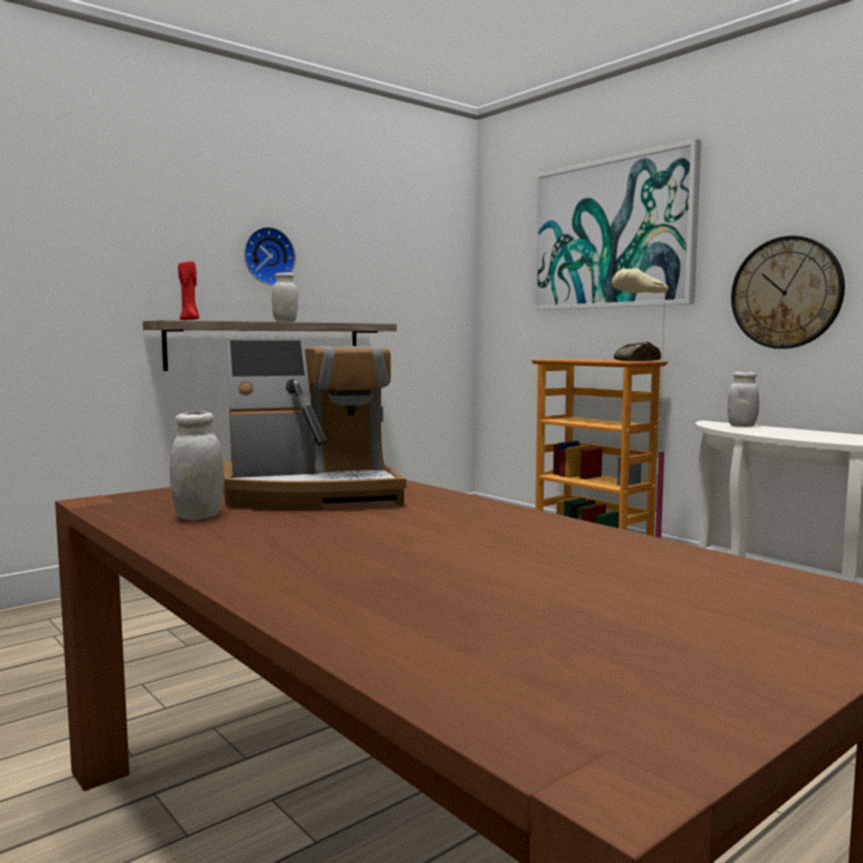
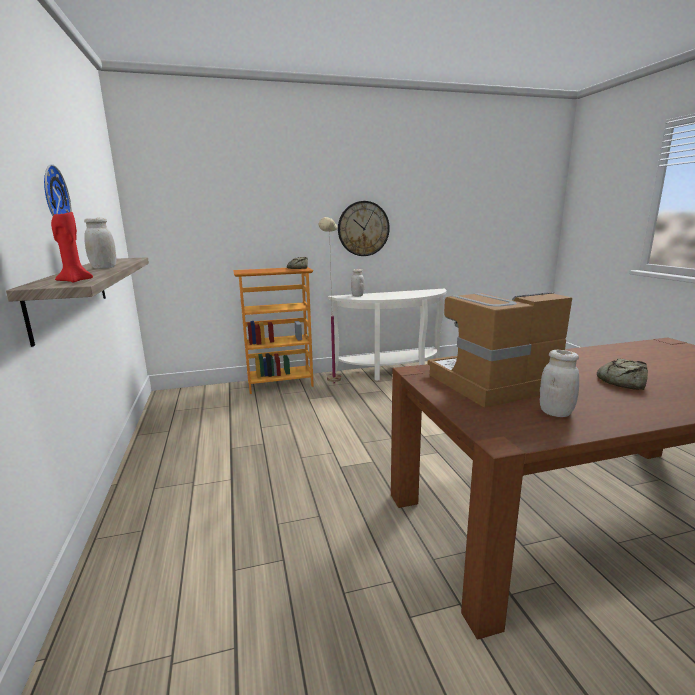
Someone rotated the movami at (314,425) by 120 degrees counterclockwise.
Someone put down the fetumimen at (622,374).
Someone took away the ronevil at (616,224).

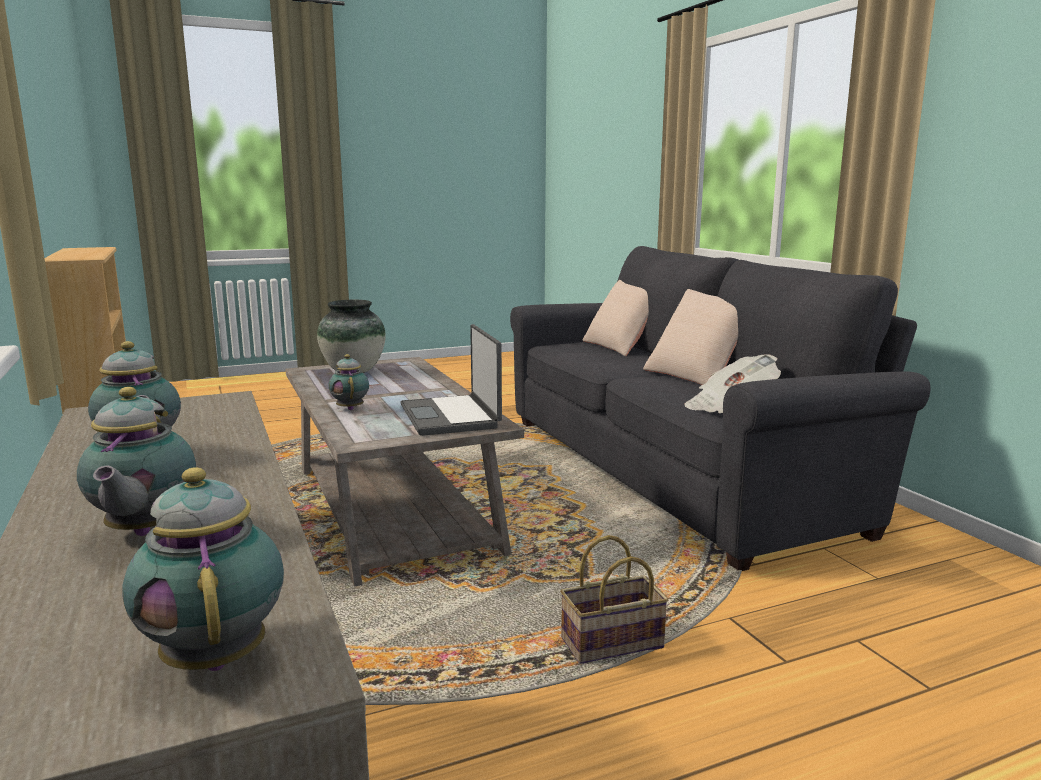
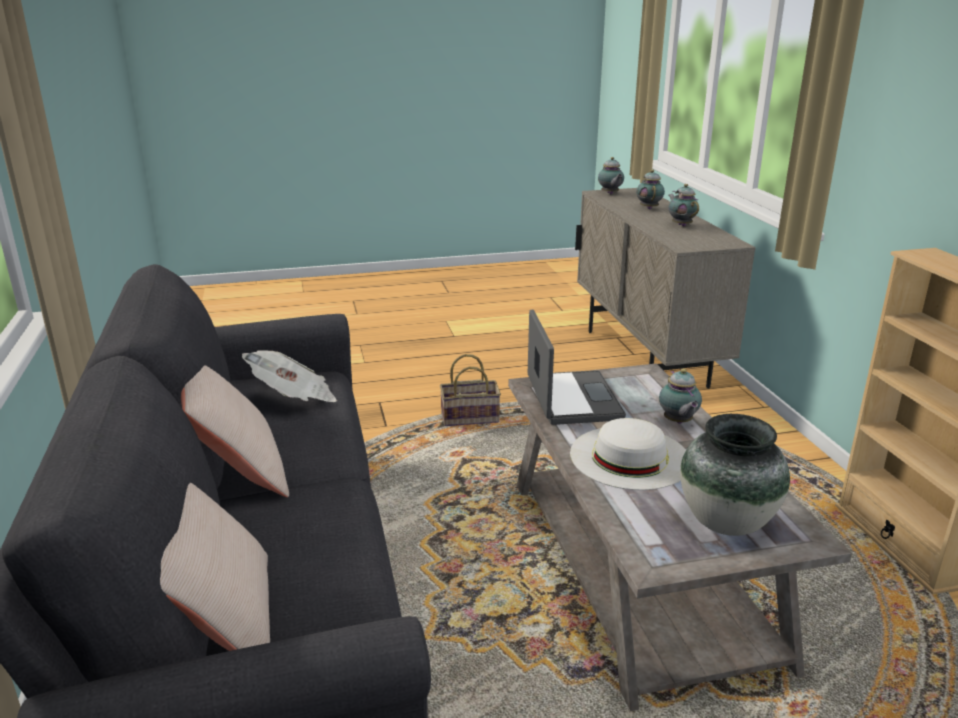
Someone put down the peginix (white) at (628,454).

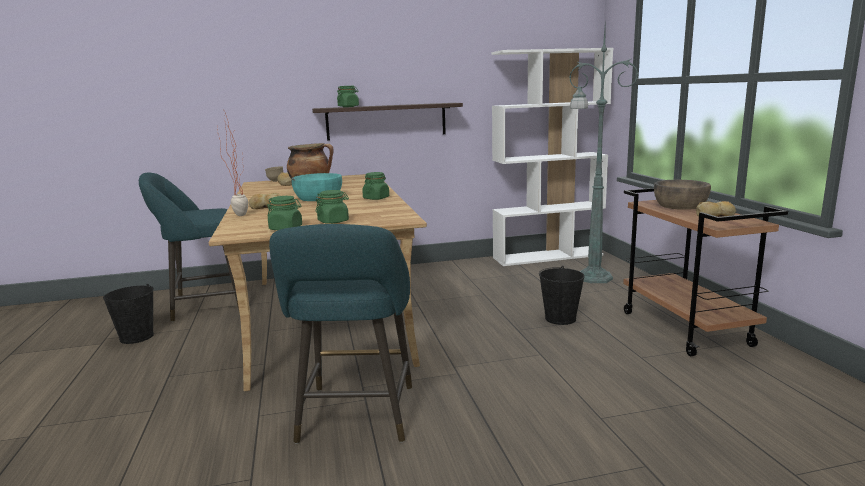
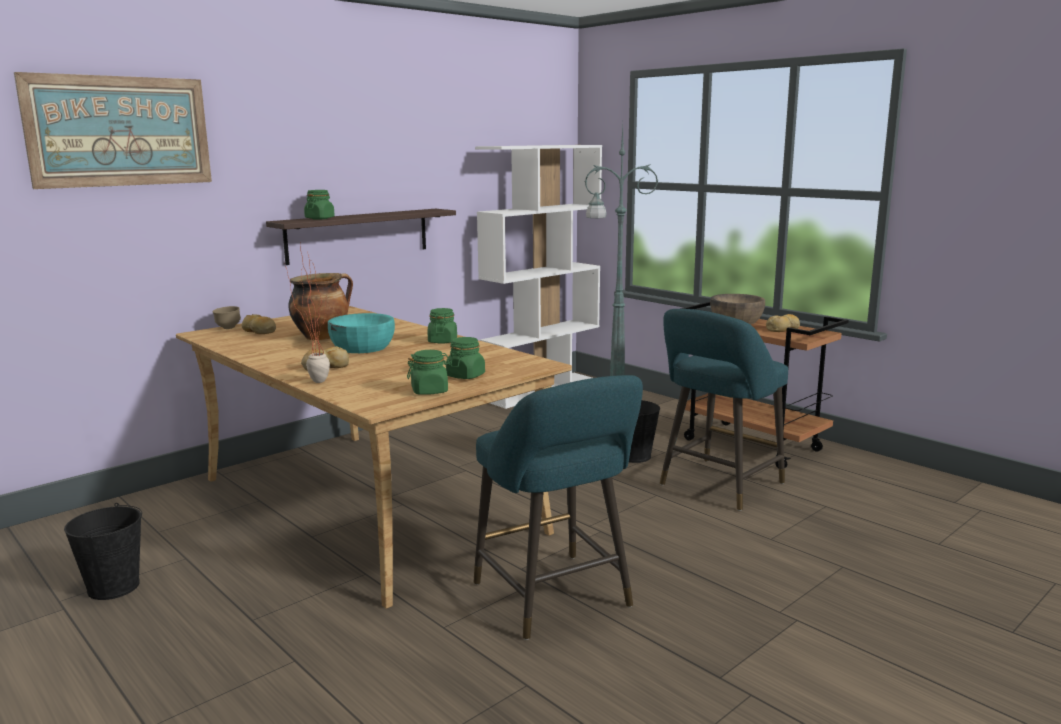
Someone put up the ronevil at (113,130).
Someone carried the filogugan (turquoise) from (189,247) to (724,410).

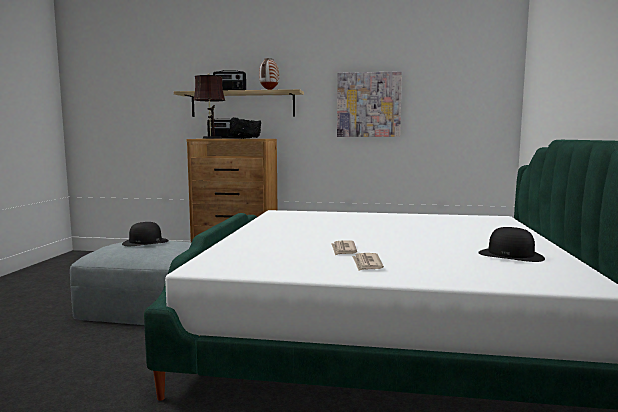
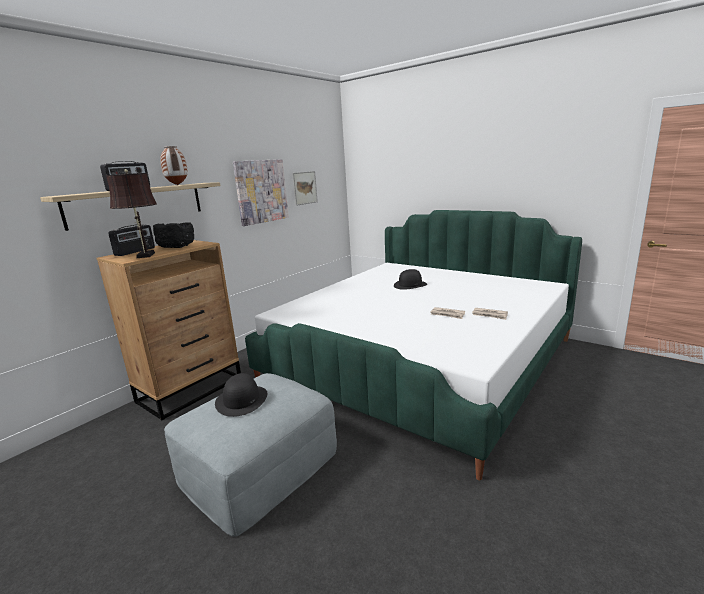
Someone put up the ronevil at (305,188).
Someone carried the peginix (black) from (511,244) to (410,279).

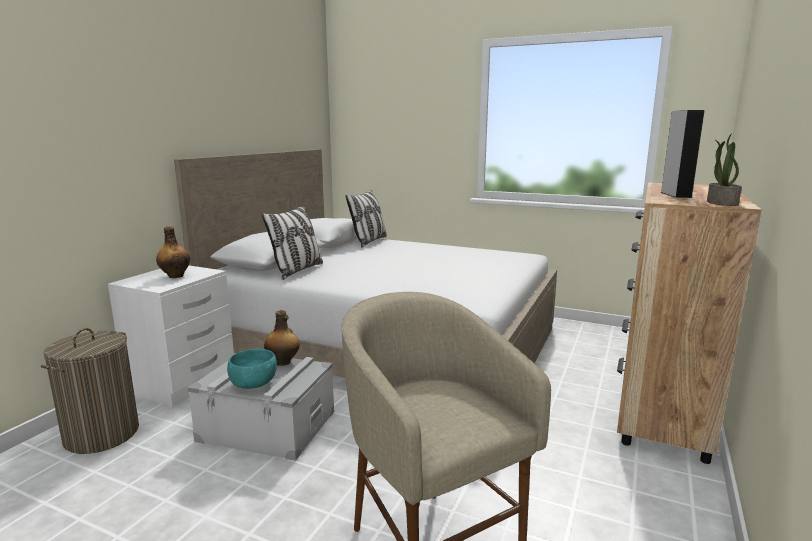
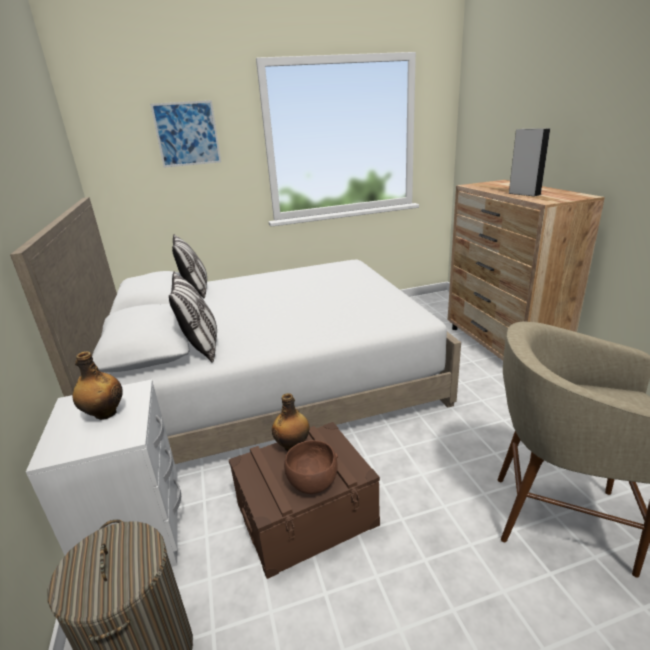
Someone put up the ronevil at (185,134).
Someone repainted the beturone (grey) at (261,406), which became the beturone (brown) at (304,500).
Someone repainted the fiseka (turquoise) at (252,369), which became the fiseka (brown) at (311,467).
Someone took away the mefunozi at (724,169).

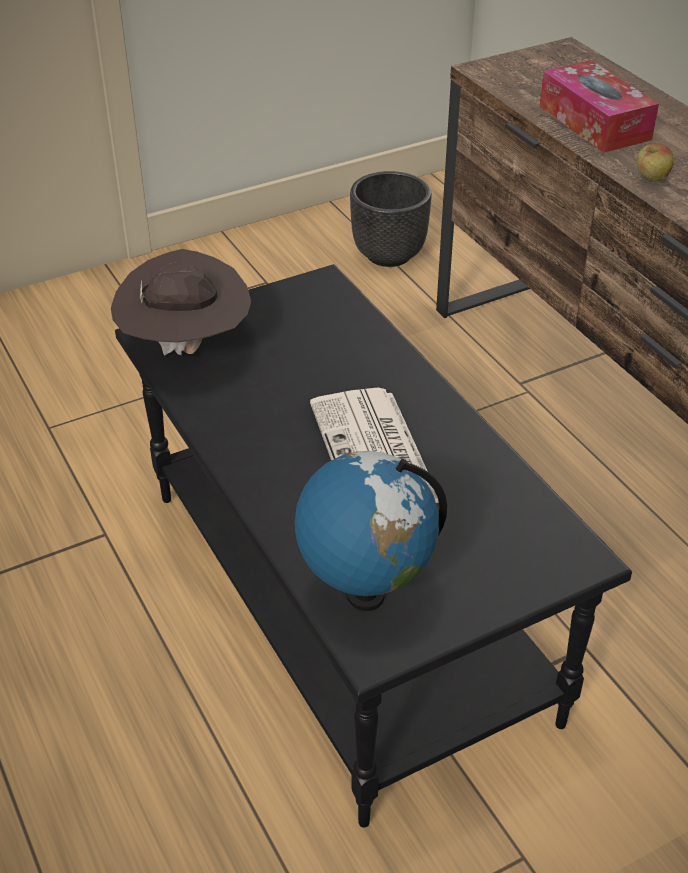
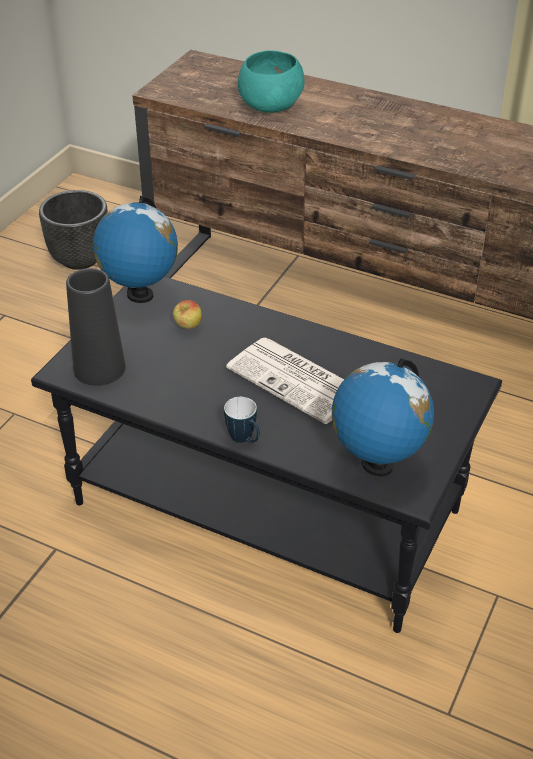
Someone swapped the peginix (brown) at (181,302) for the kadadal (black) at (96,327).
Someone put down the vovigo at (135,249).
Someone carried the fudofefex from (655,162) to (187,314).
Someone put down the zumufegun at (242,420).
Someone swapped the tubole at (599,106) for the fiseka (turquoise) at (271,81).

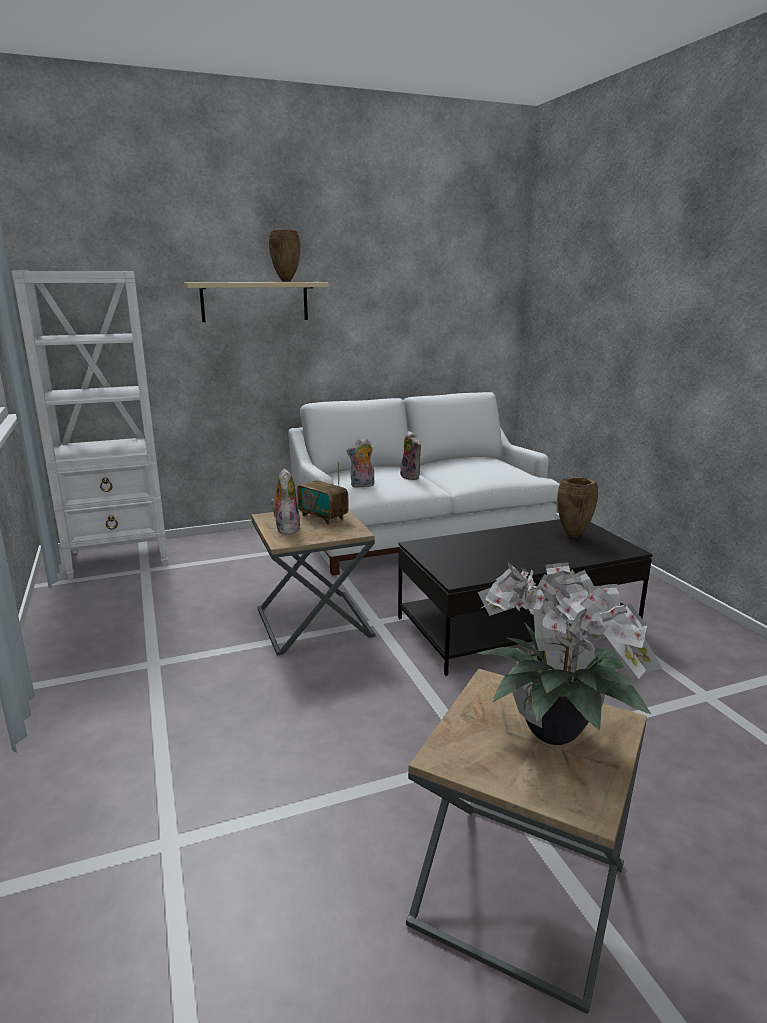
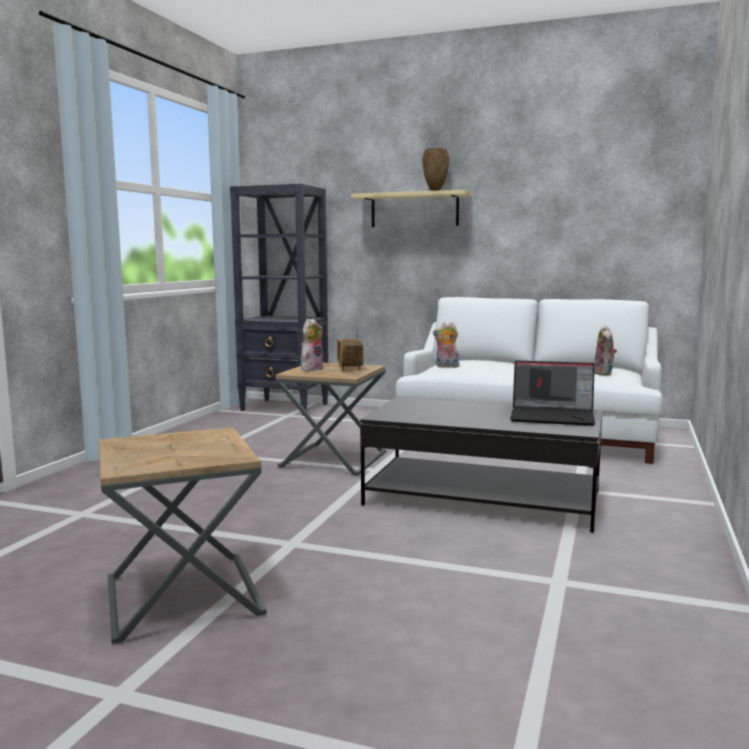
Someone repainted the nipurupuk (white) at (90,425), which became the nipurupuk (black) at (279,300).
Someone swapped the kadadal (brown) at (577,507) for the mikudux at (552,393).
Someone carried the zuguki from (410,455) to (605,350).
Someone took away the mefunozi at (568,653).

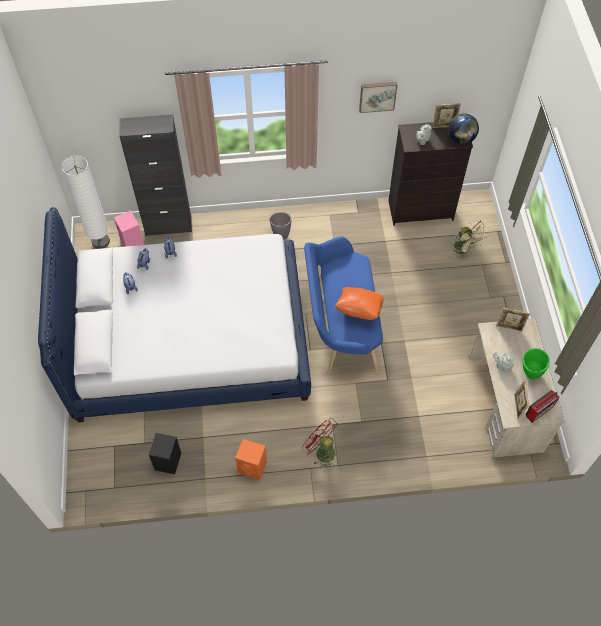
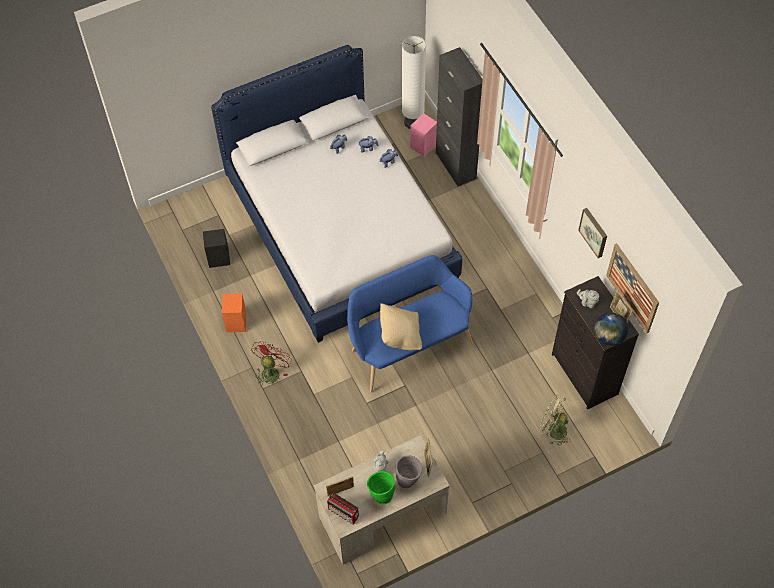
Someone repainted the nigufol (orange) at (359,303), which became the nigufol (beige) at (401,326).
Someone carried the kadadal (grey) from (280,226) to (409,471).
Someone rotated the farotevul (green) at (470,239) by 75 degrees clockwise.
Someone put up the ronevil at (632,288).

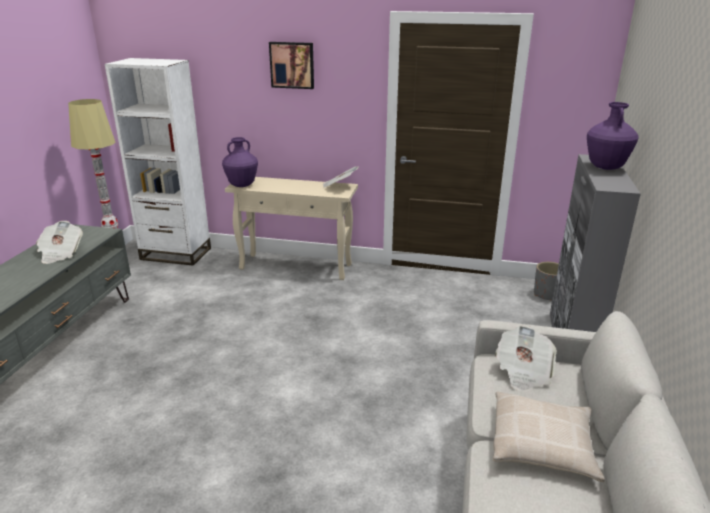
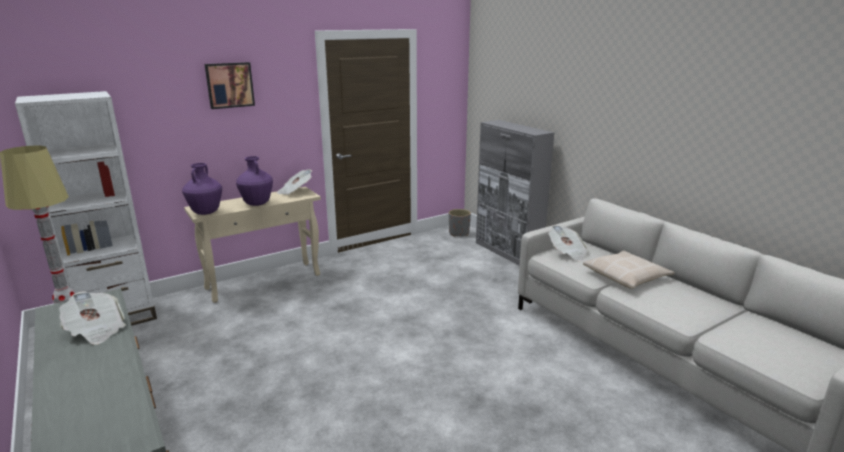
Someone carried the kadadal (purple) from (613,136) to (254,181).

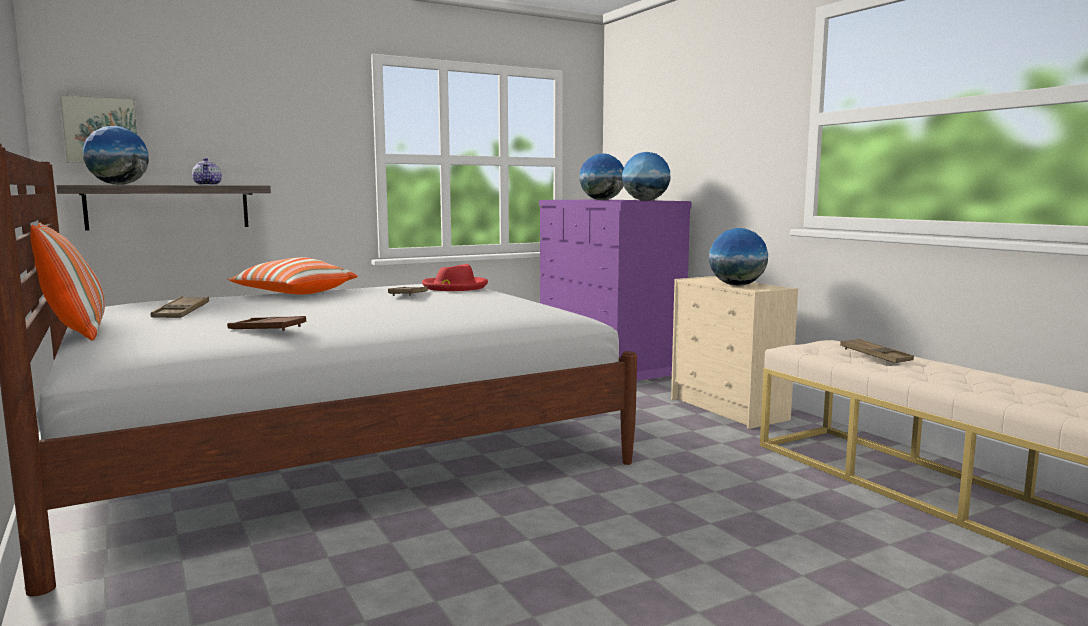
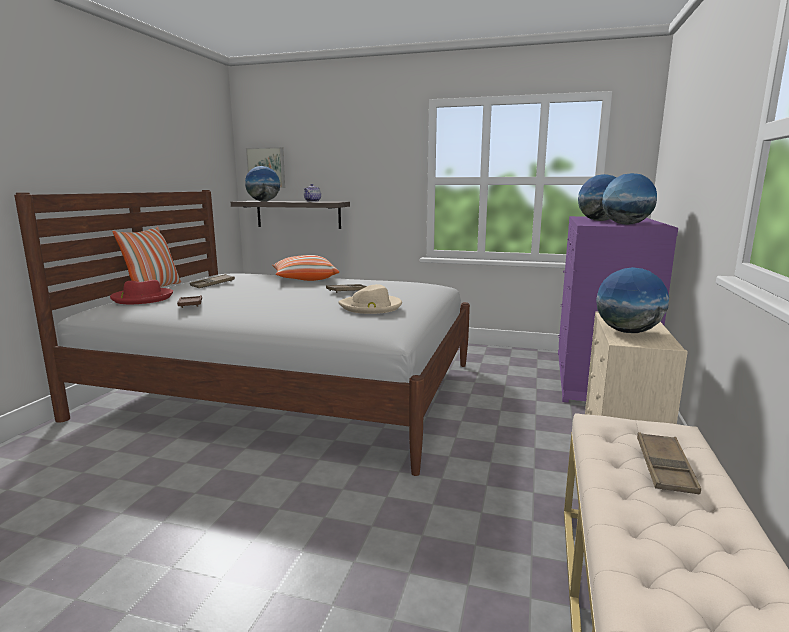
Someone carried the peginix (red) from (455,277) to (141,292).
Someone put down the peginix (beige) at (370,299).

